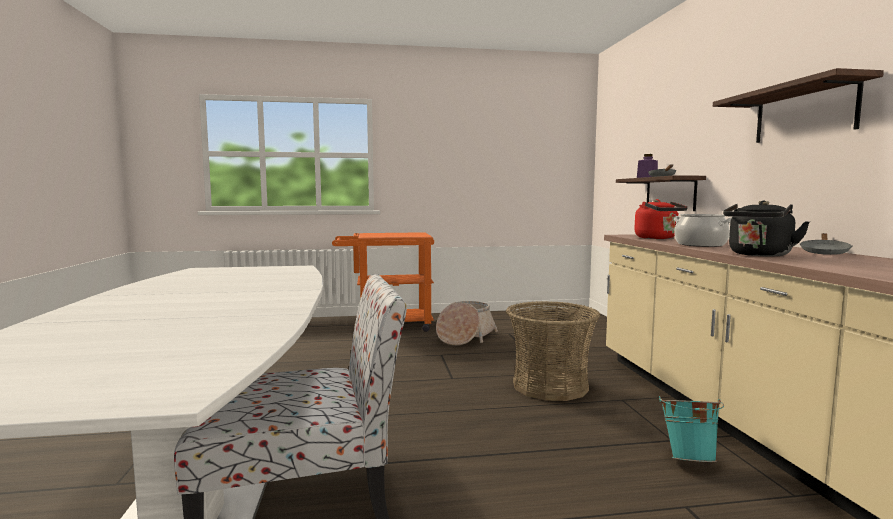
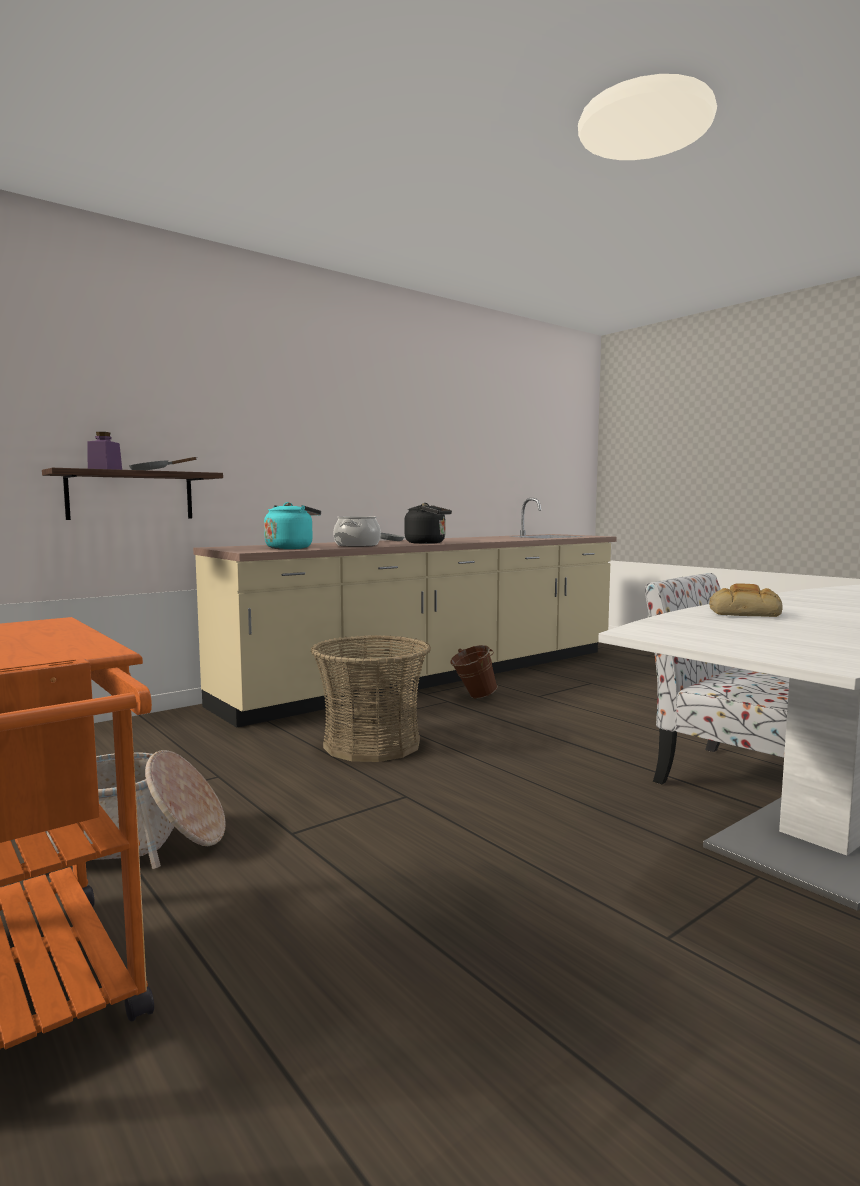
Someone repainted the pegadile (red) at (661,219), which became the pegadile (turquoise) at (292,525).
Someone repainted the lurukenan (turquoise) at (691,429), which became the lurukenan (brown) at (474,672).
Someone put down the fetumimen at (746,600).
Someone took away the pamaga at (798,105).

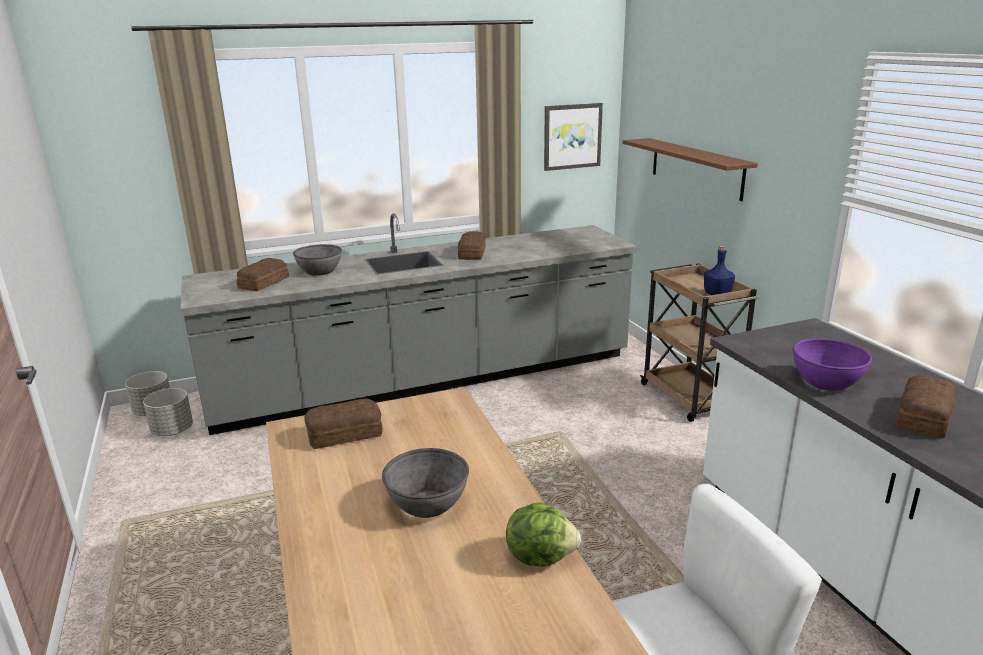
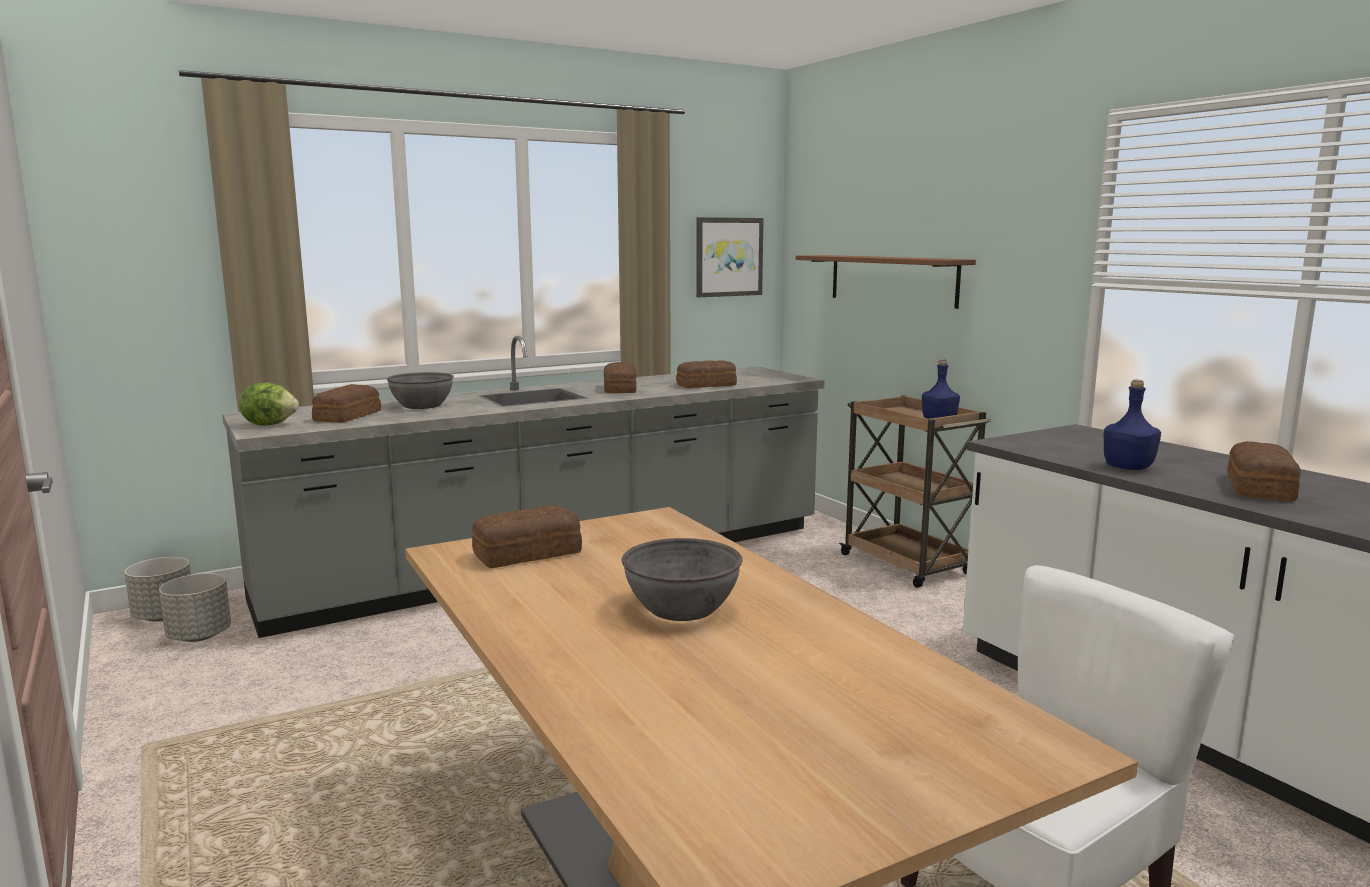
Someone carried the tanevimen from (543,534) to (269,404).
Someone put down the fetumimen at (706,374).
Someone swapped the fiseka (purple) at (832,364) for the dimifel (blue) at (1132,425).

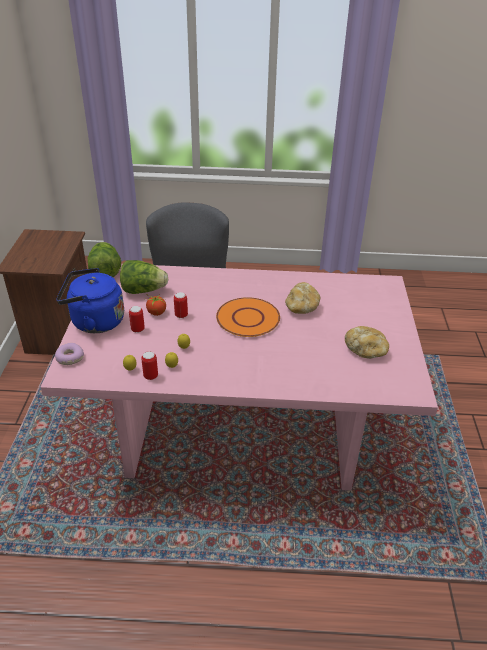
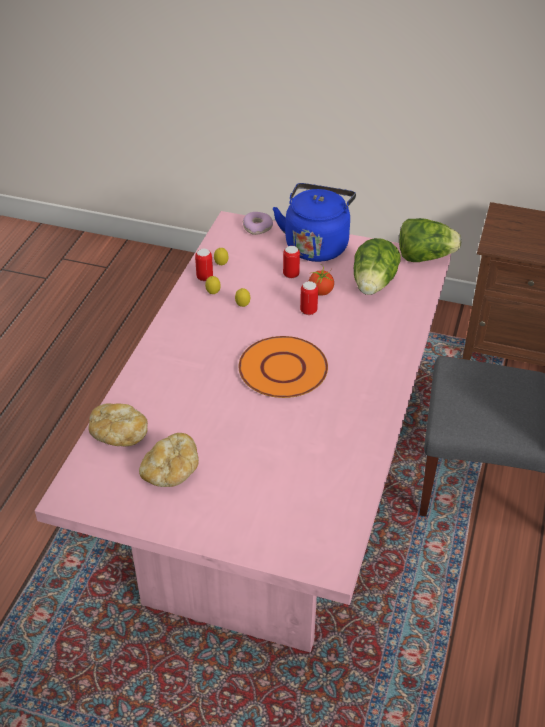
Someone carried the fetumimen from (302,298) to (118,425).

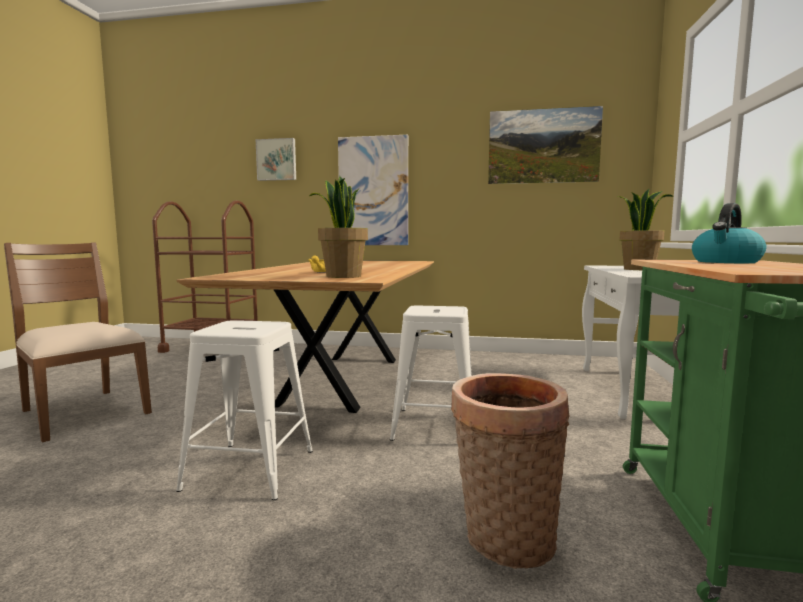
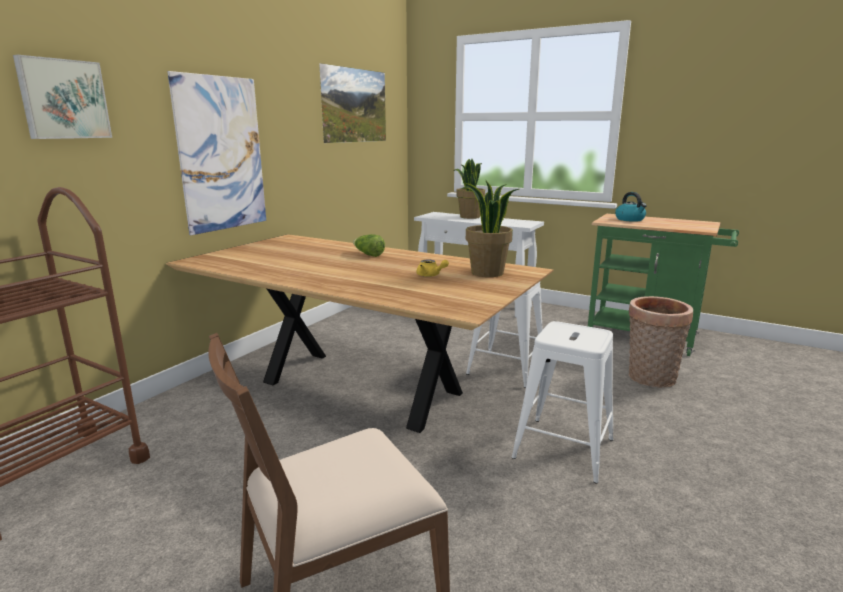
Someone put down the tanevimen at (369,245).

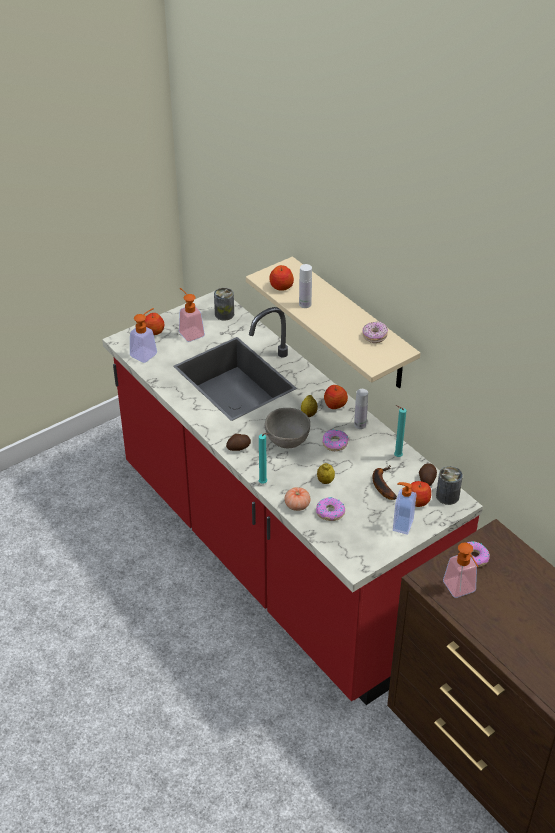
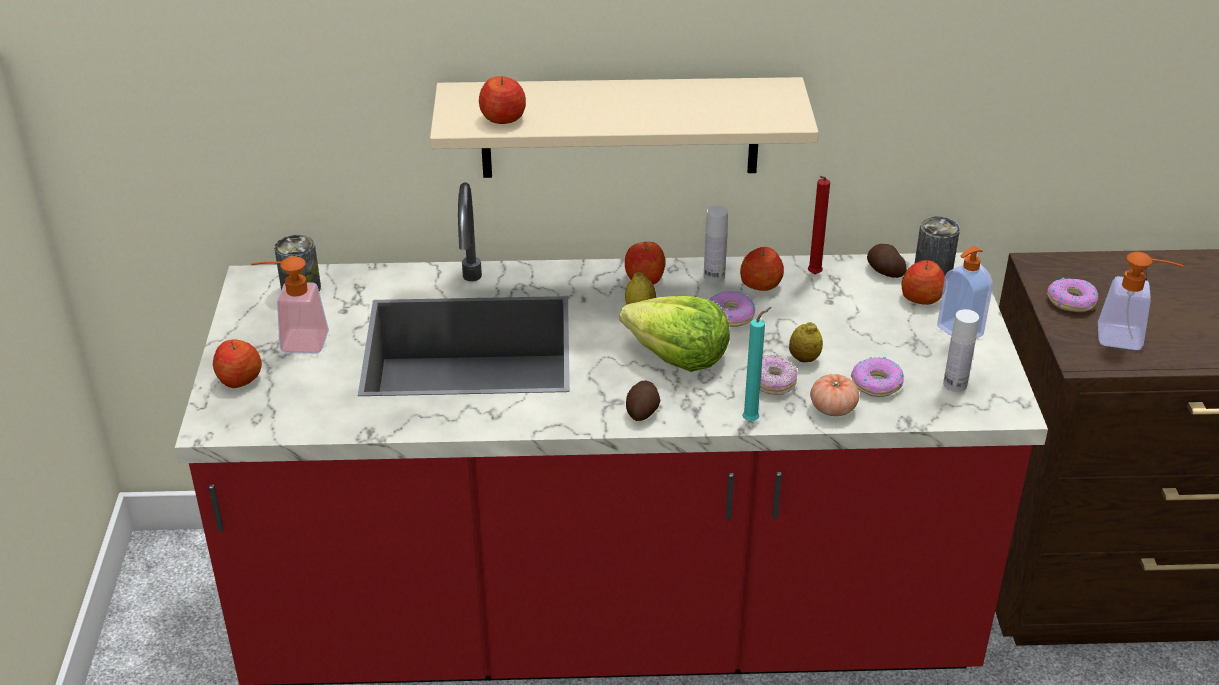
Someone swapped the fiseka (grey) at (287,428) for the tanevimen at (674,334).
Someone put down the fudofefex at (762,269).
Someone carried the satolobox from (375,332) to (779,375).
Someone repainted the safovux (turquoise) at (400,431), which became the safovux (red) at (819,225).
Someone carried the dimifel (white) from (305,286) to (961,350).
Someone took away the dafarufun at (143,335).
Someone took away the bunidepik at (384,482).

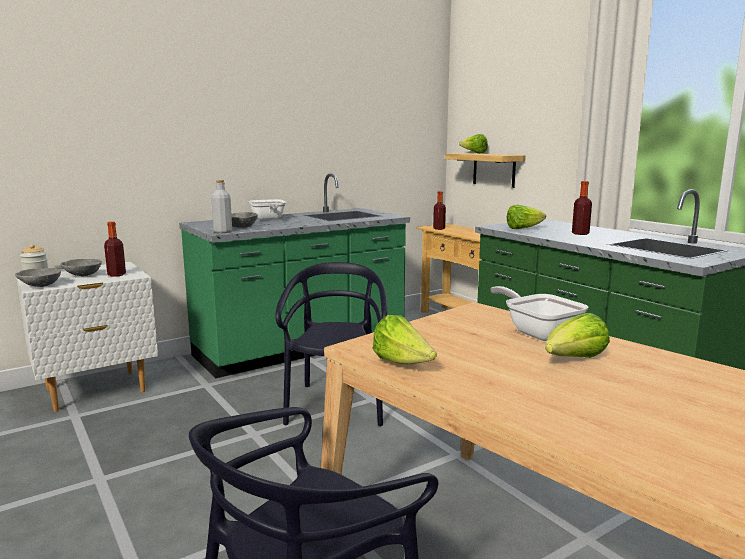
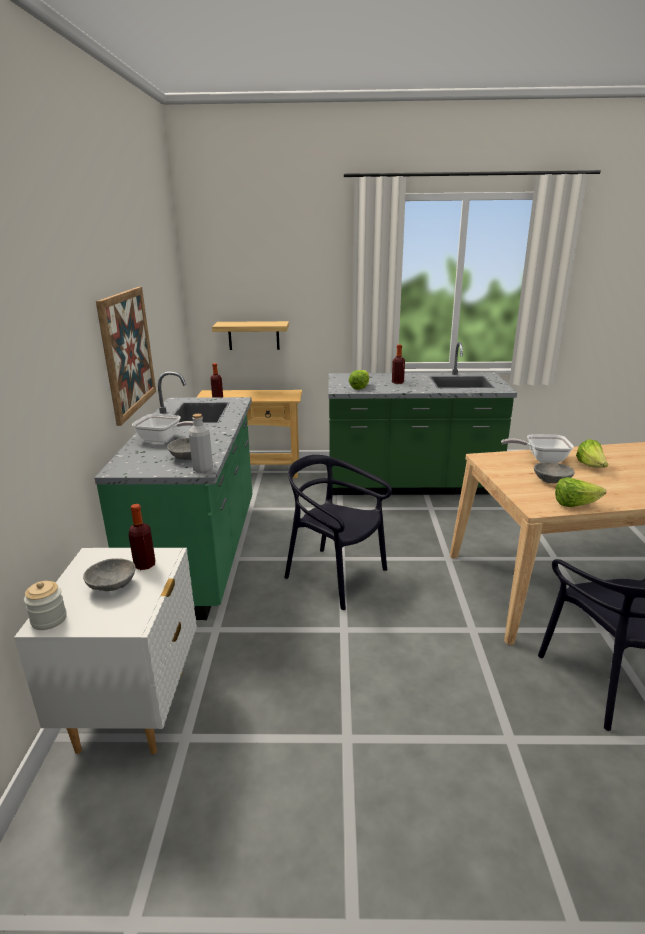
Someone put up the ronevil at (126,356).
Someone carried the fiseka (grey) from (38,277) to (554,472).
Someone took away the tanevimen at (473,144).

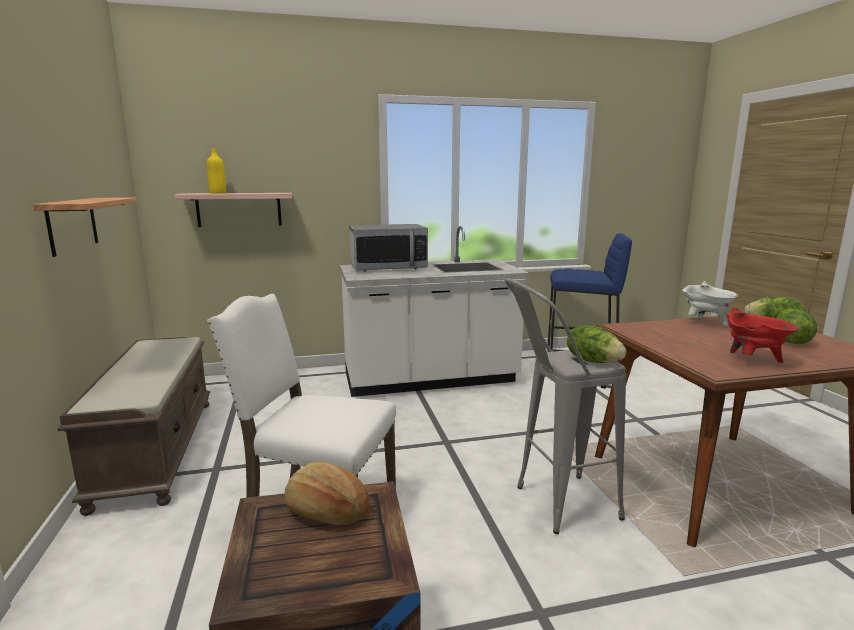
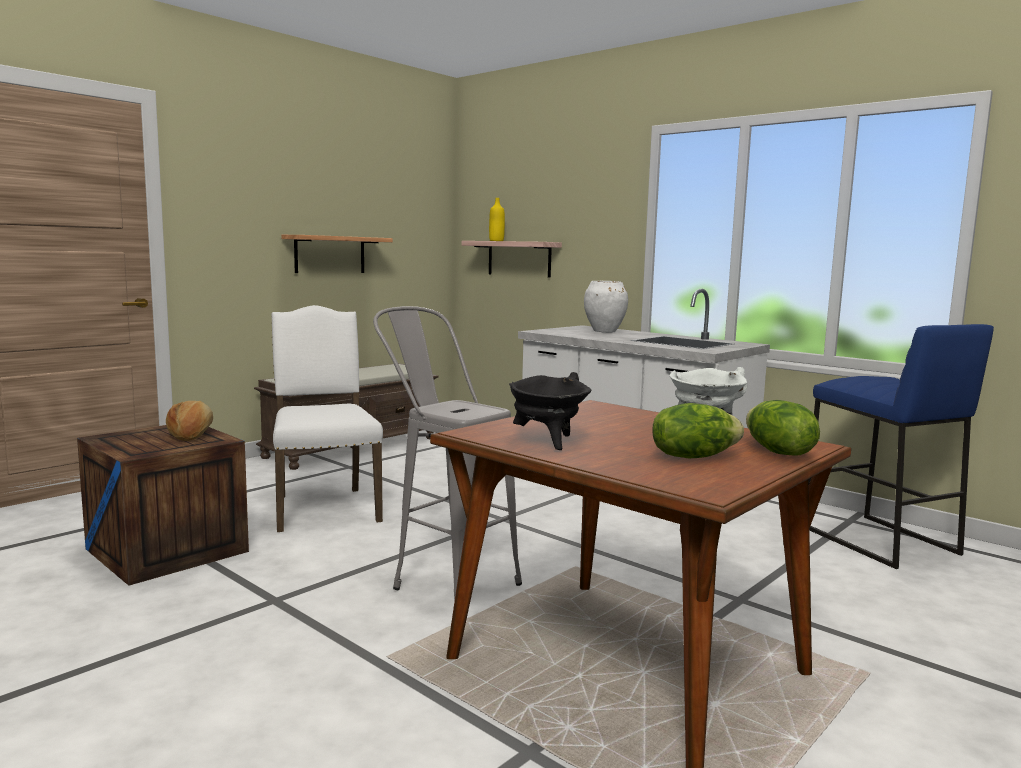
Someone repainted the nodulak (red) at (763,335), which became the nodulak (black) at (550,411).
Someone swapped the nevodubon at (388,247) for the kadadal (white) at (606,307).
Someone took away the tanevimen at (596,344).

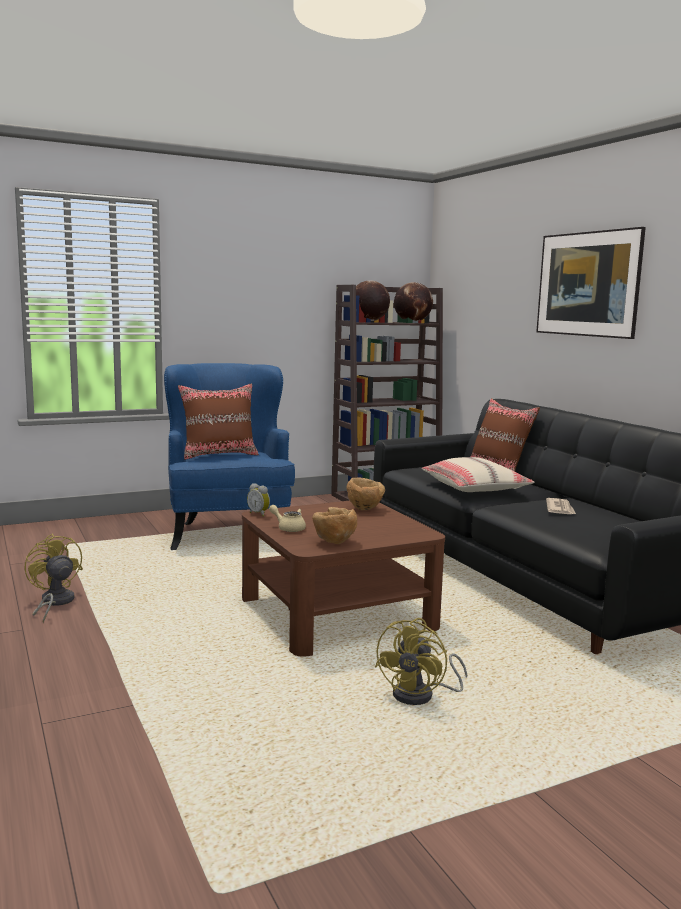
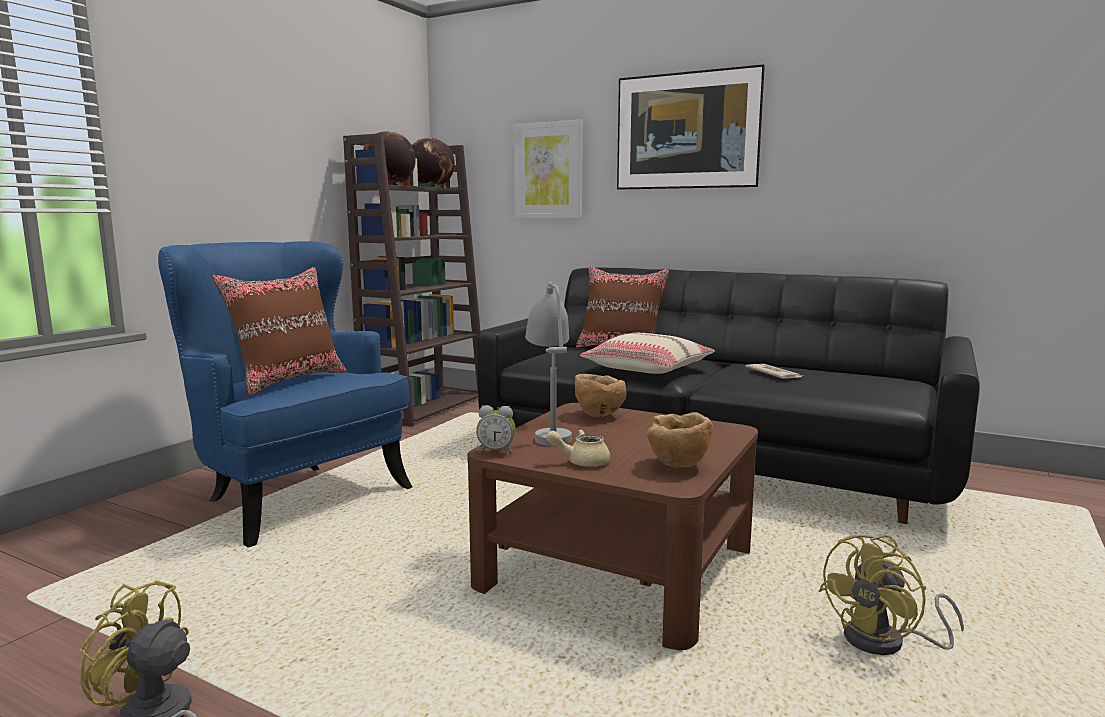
Someone put up the ronevil at (548,169).
Someone put down the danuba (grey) at (548,364).
Someone rotated the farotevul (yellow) at (421,661) by 60 degrees clockwise.

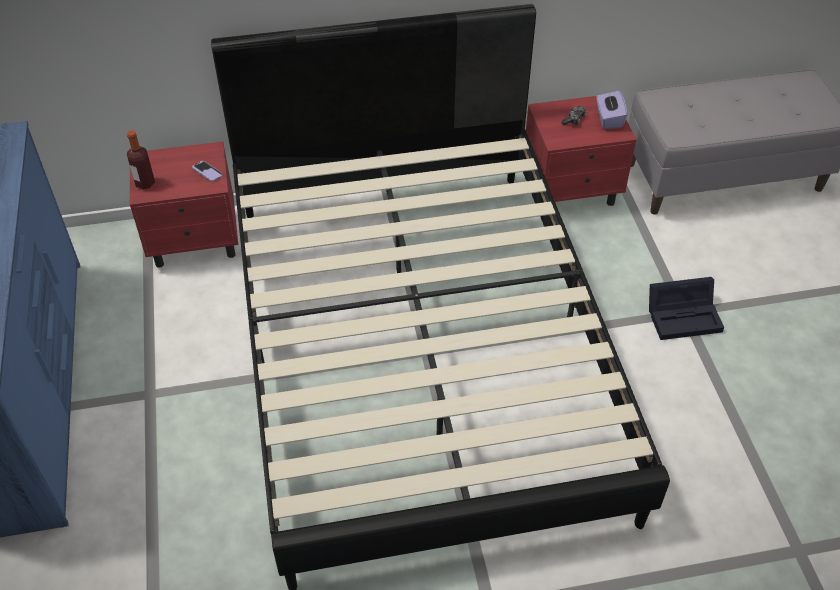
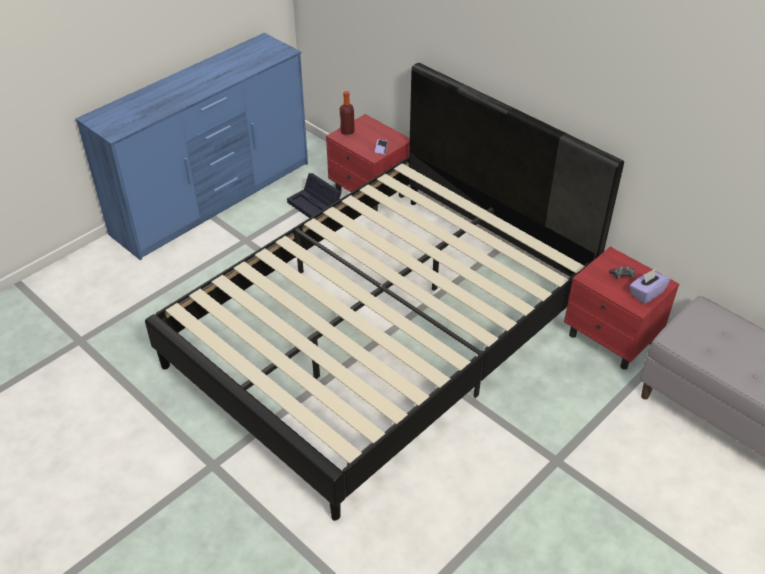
Someone carried the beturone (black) from (686,308) to (314,195).

